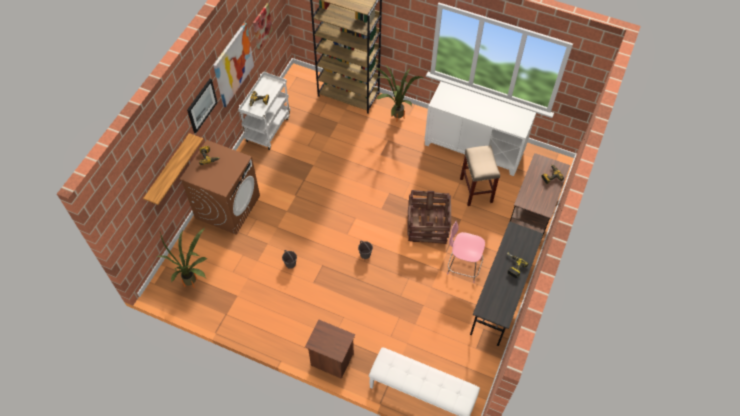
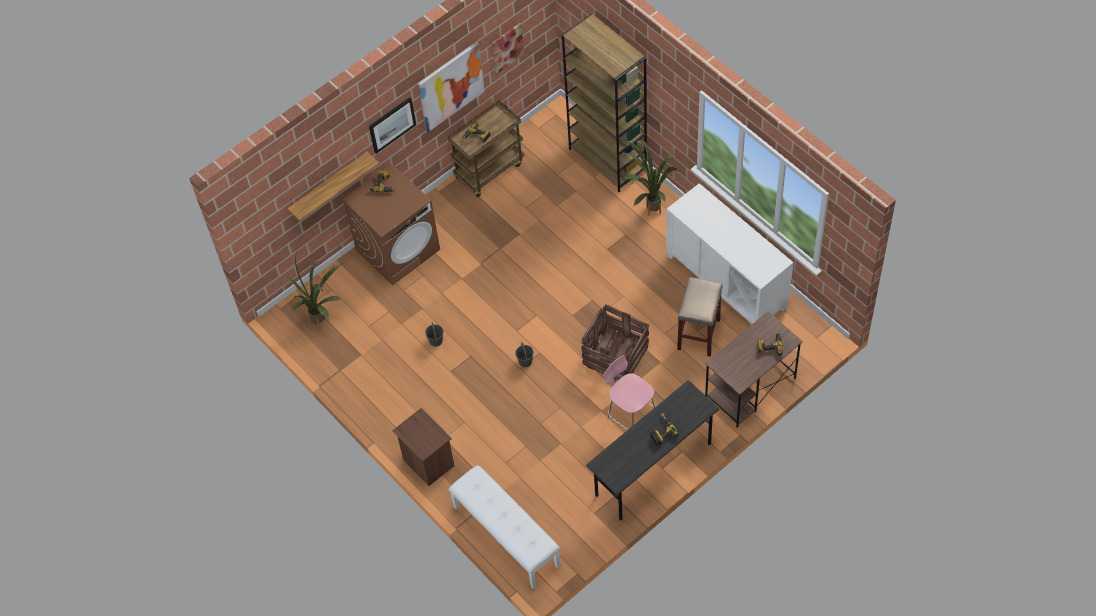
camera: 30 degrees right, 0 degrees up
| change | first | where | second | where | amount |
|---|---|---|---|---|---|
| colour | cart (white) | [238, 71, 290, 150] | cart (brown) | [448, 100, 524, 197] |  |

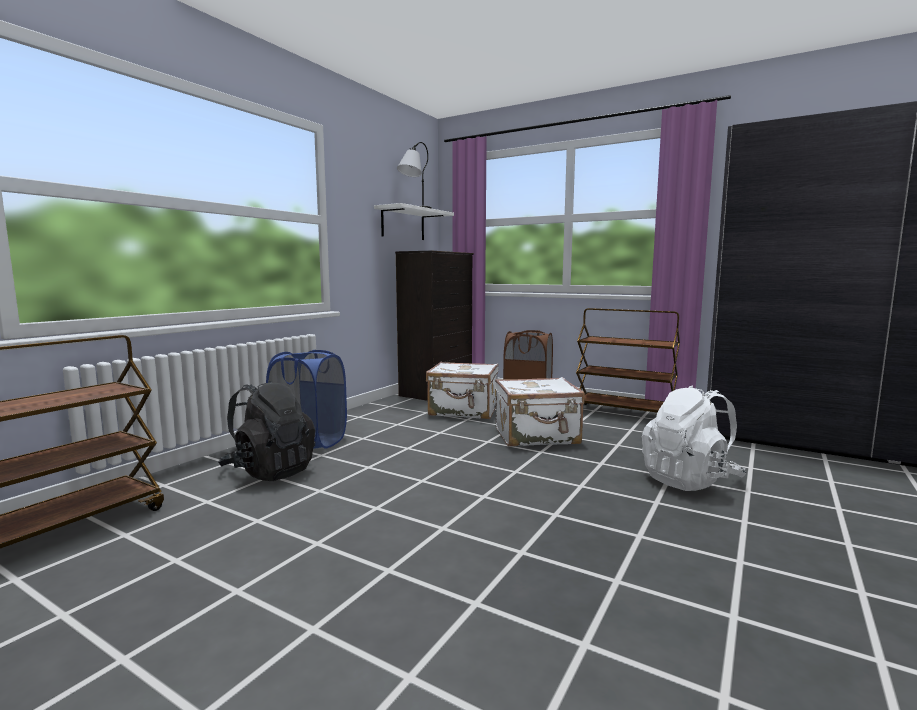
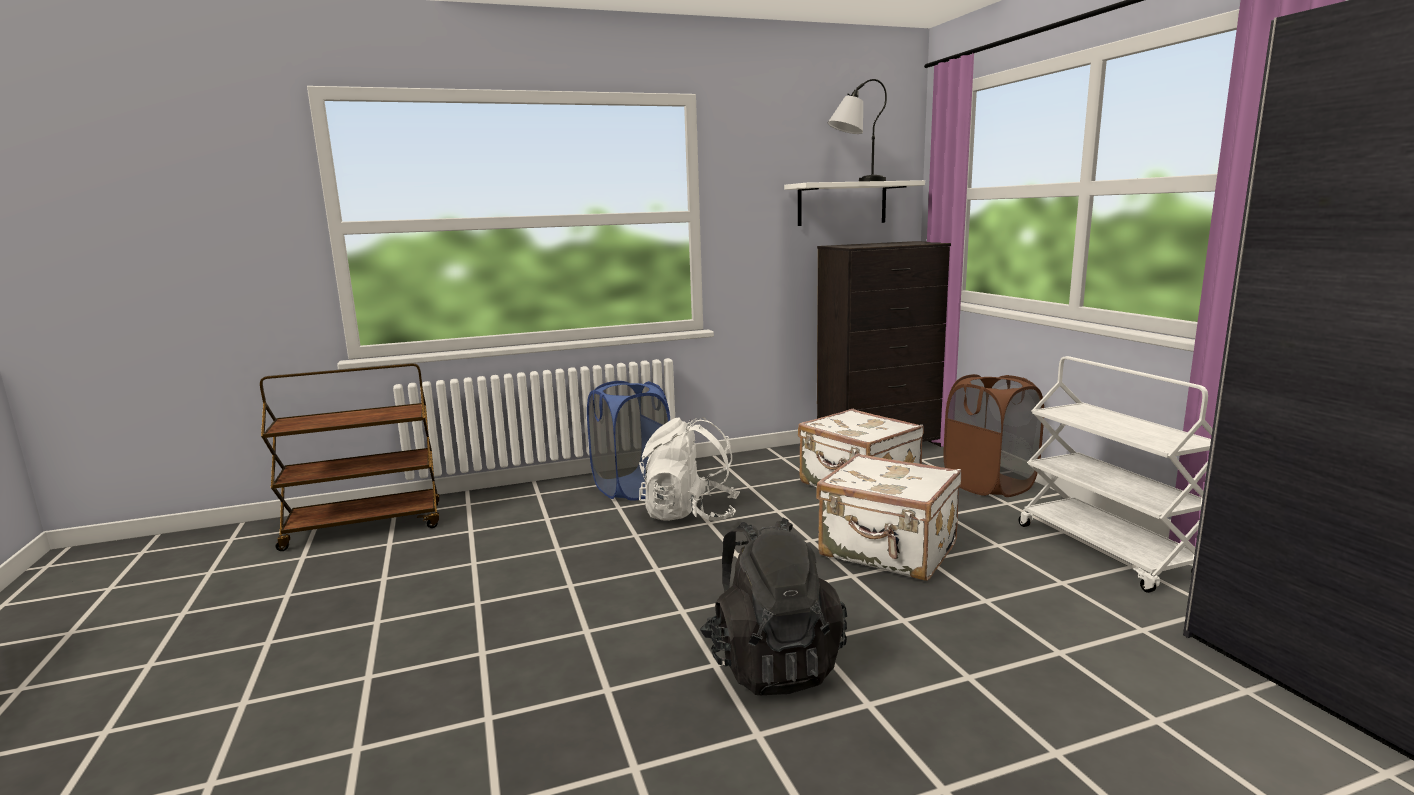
camera: 40 degrees right, 5 degrees up
| change | first | where | second | where | amount |
|---|---|---|---|---|---|
| relocated | backpack (white) | [642, 385, 746, 491] |  | [639, 417, 740, 521] |  |
| relocated | backpack (black) | [218, 380, 315, 481] |  | [700, 517, 847, 695] |  |
| colour | cart (brown) | [576, 308, 680, 415] | cart (white) | [1019, 356, 1213, 593] |  |

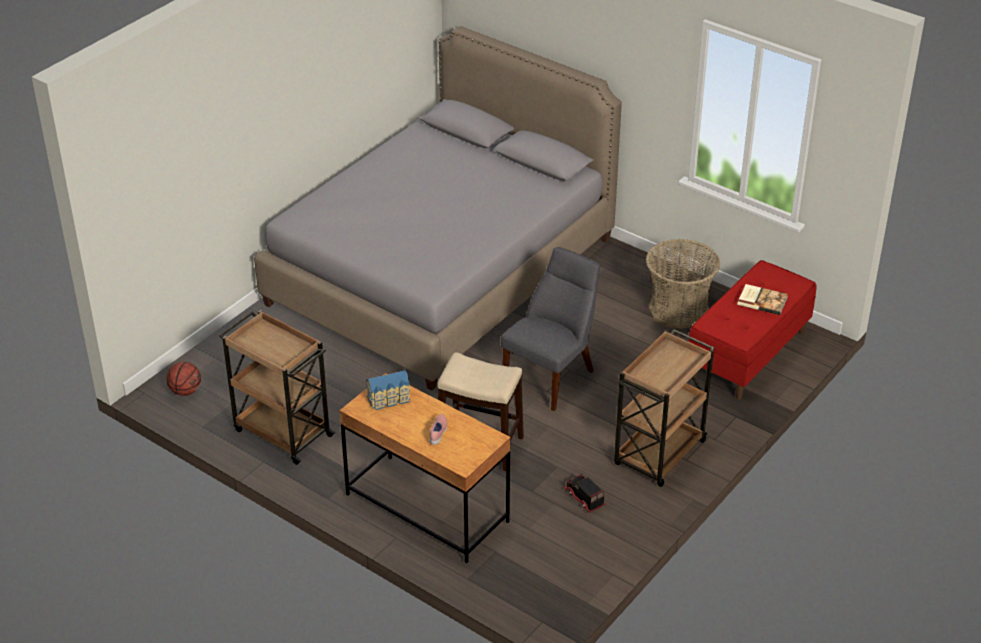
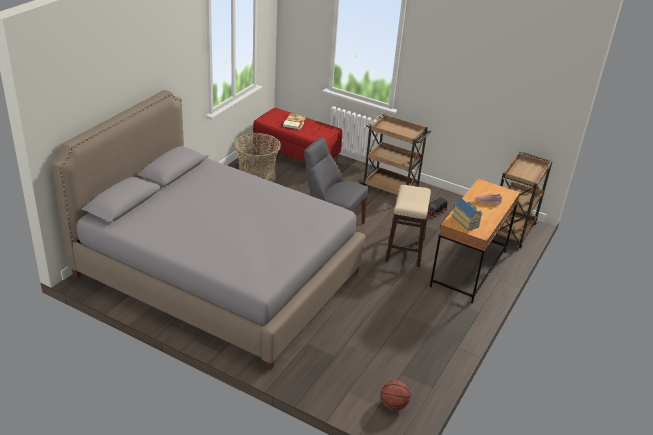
camera: 100 degrees left, 5 degrees down
| change | first | where | second | where | amount |
|---|---|---|---|---|---|
| relocated | cart (brown) | [219, 310, 335, 465] |  | [496, 152, 552, 248] |  |

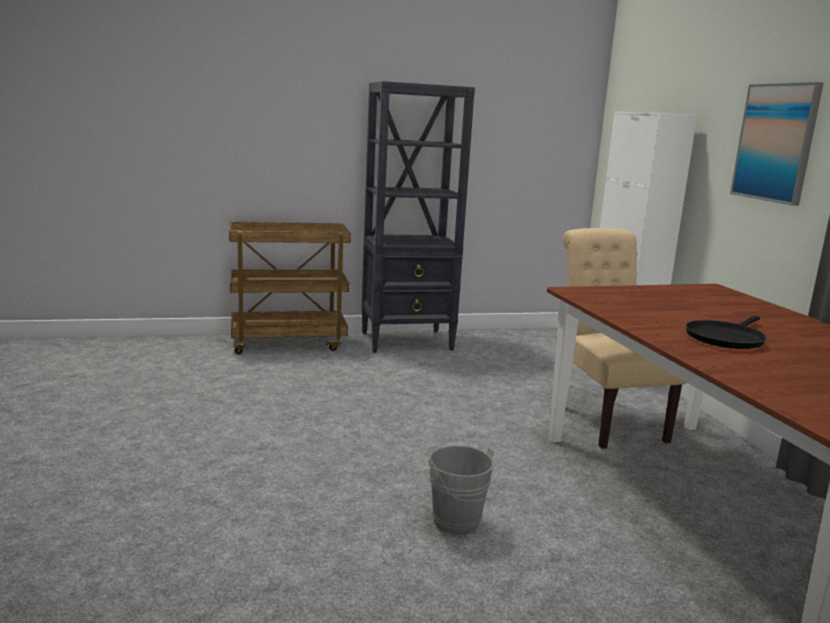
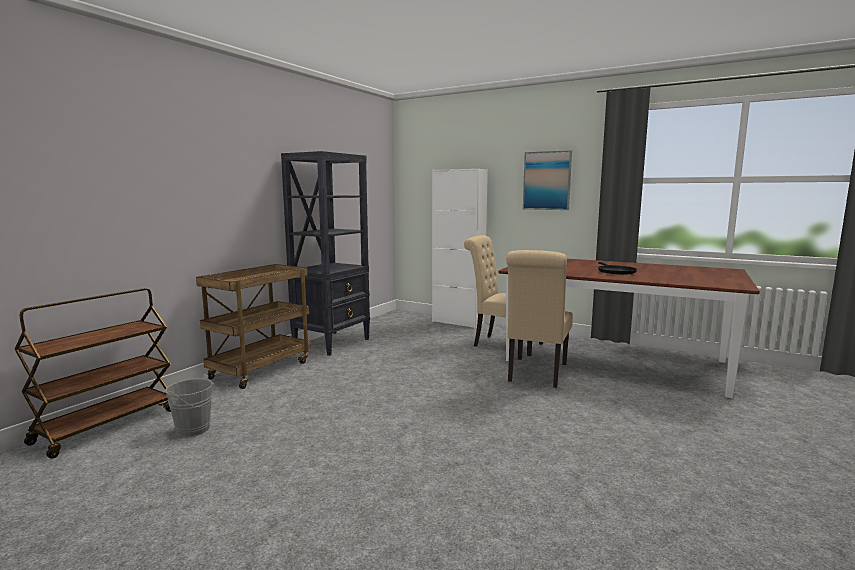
camera: 45 degrees left, 5 degrees down
| change | first | where | second | where | amount |
|---|---|---|---|---|---|
| appeared |  |  | cart (brown) | [15, 288, 171, 459] |  |
| relocated | bucket (grey) | [428, 445, 501, 536] |  | [165, 374, 221, 437] |  |
| appeared |  |  | chair (beige) | [506, 250, 573, 388] |  |

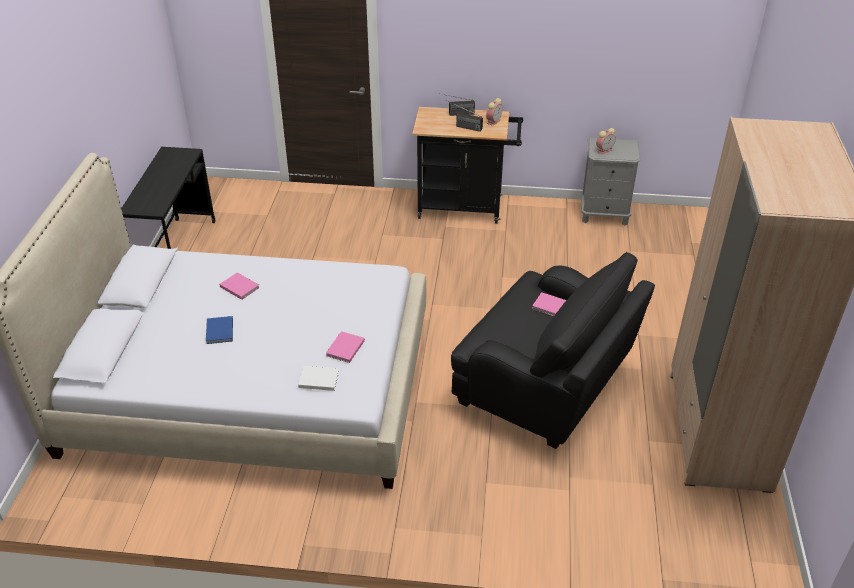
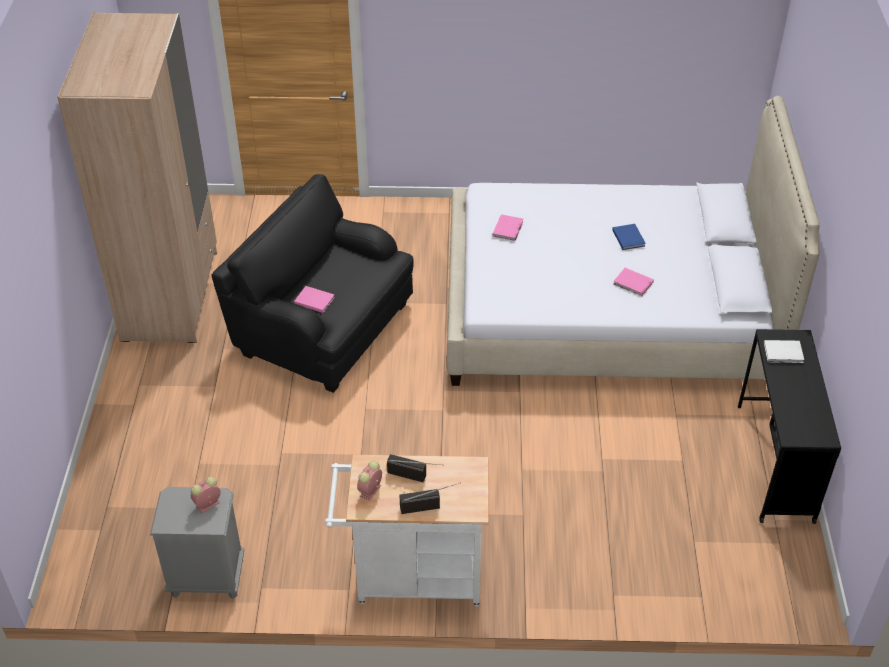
camera: 175 degrees right, 5 degrees up
| change | first | where | second | where | amount |
|---|---|---|---|---|---|
| colour | cart (black) | [412, 107, 523, 224] | cart (white) | [325, 455, 488, 607] |  |
| relocated | book (white) | [298, 366, 339, 391] |  | [764, 340, 804, 363] |  |

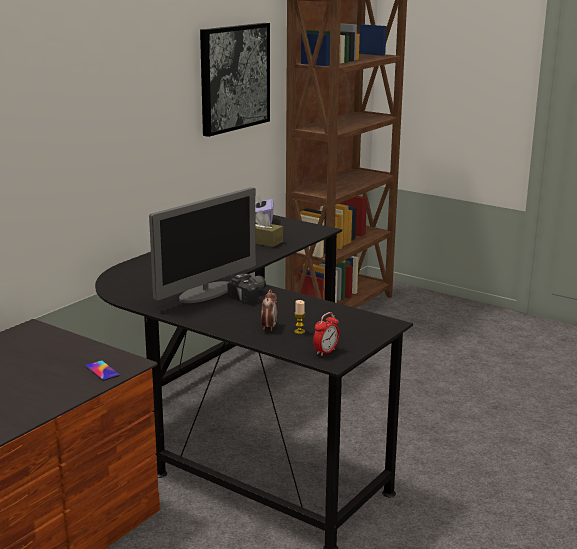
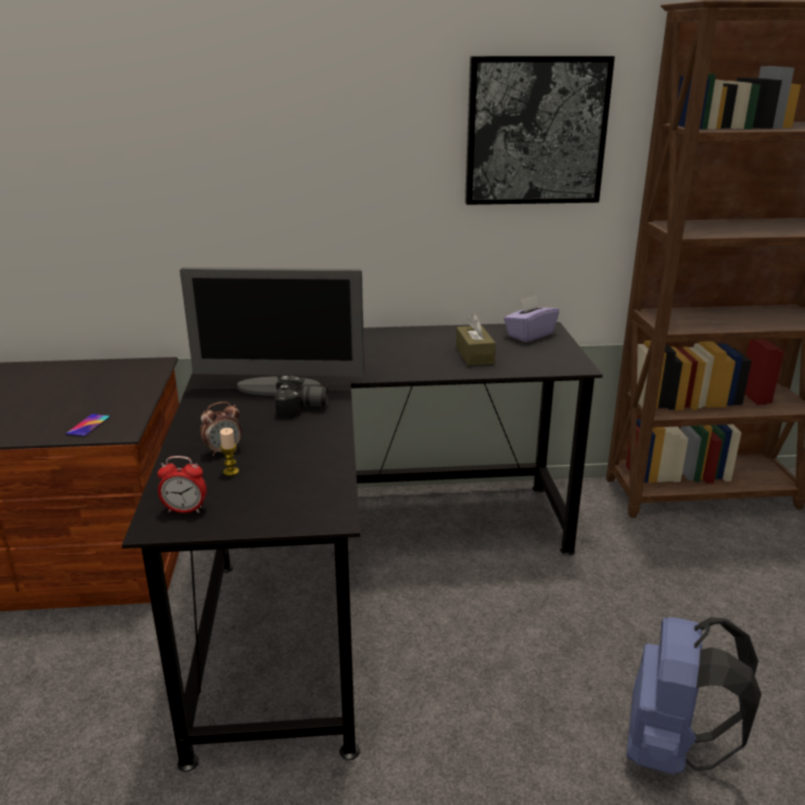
camera: 50 degrees right, 5 degrees up
| change | first | where | second | where | amount |
|---|---|---|---|---|---|
| appeared |  |  | backpack (blue) | [627, 617, 761, 775] |  |

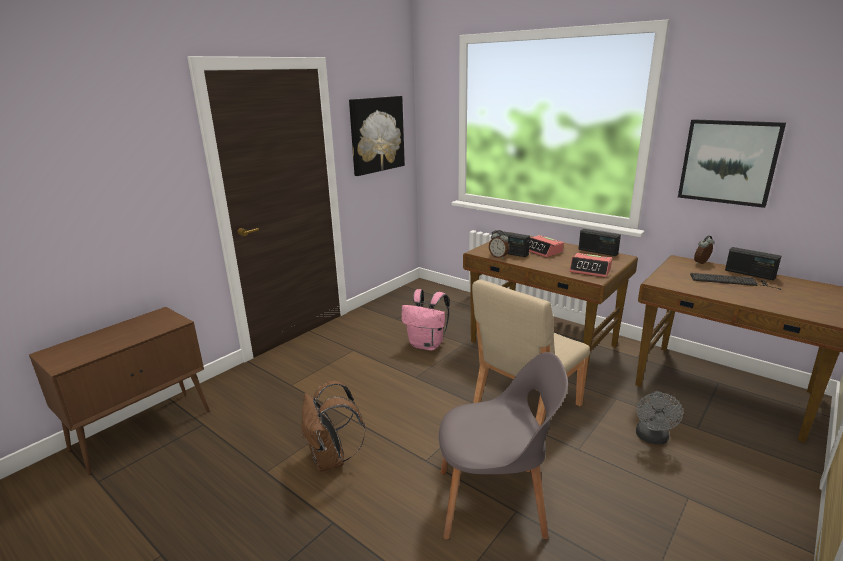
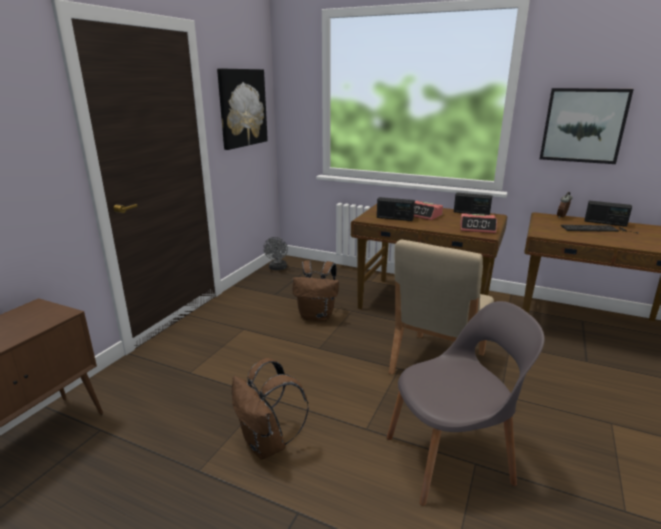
camera: 15 degrees left, 0 degrees up
| change | first | where | second | where | amount |
|---|---|---|---|---|---|
| relocated | fan (grey) | [636, 391, 683, 445] |  | [263, 237, 288, 270] |  |
| colour | backpack (pink) | [402, 289, 449, 351] | backpack (brown) | [293, 260, 339, 321] |  |
| missing | alarm clock | [489, 230, 509, 259] |  |  |  |

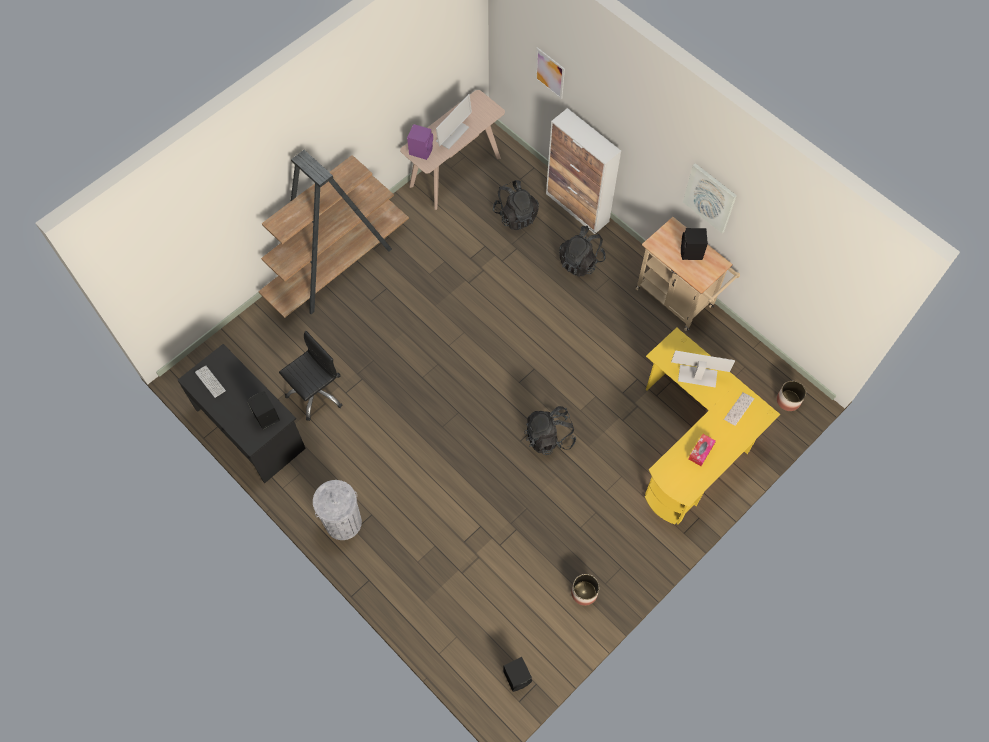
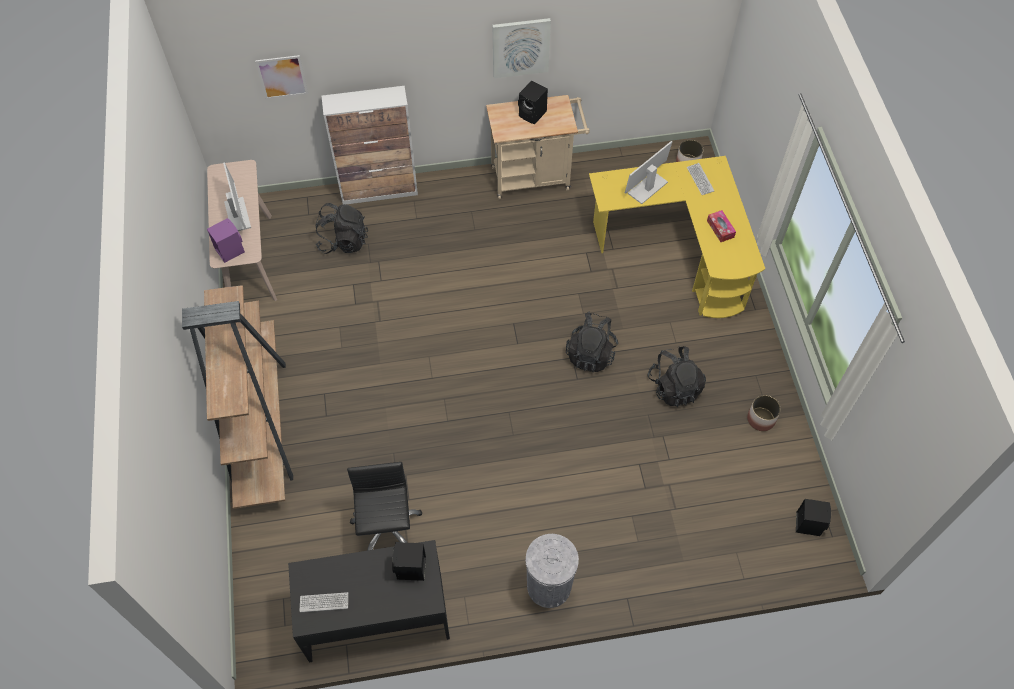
camera: 55 degrees left, 5 degrees down
| change | first | where | second | where | amount |
|---|---|---|---|---|---|
| relocated | backpack (black) | [559, 226, 606, 277] |  | [648, 346, 706, 407] |  |

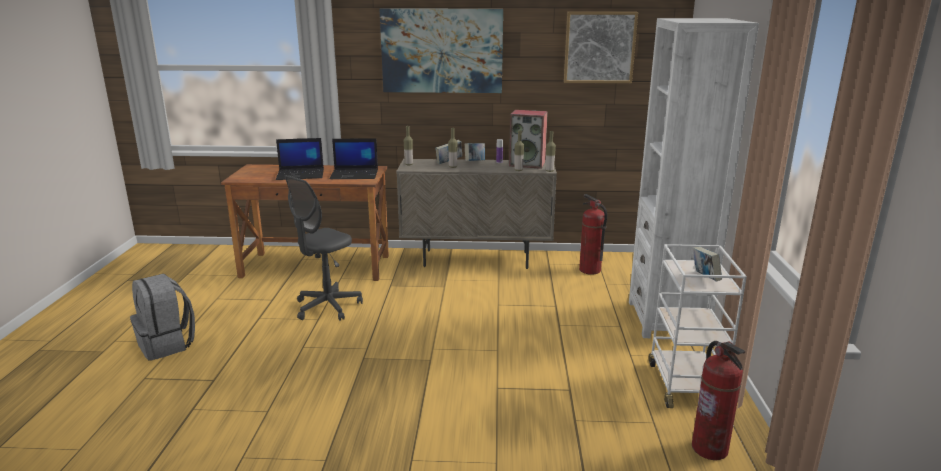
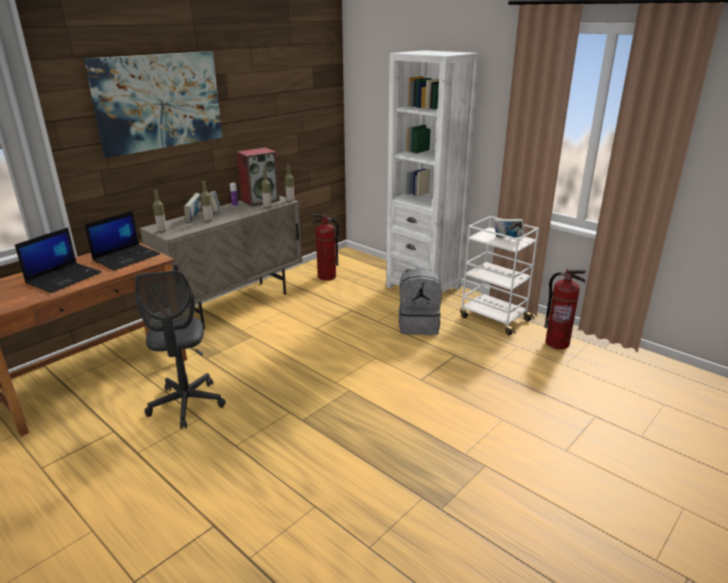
camera: 50 degrees left, 5 degrees up
| change | first | where | second | where | amount |
|---|---|---|---|---|---|
| relocated | backpack (grey) | [130, 273, 195, 360] |  | [398, 269, 442, 335] |  |
| missing | picture | [564, 12, 638, 83] |  |  |  |

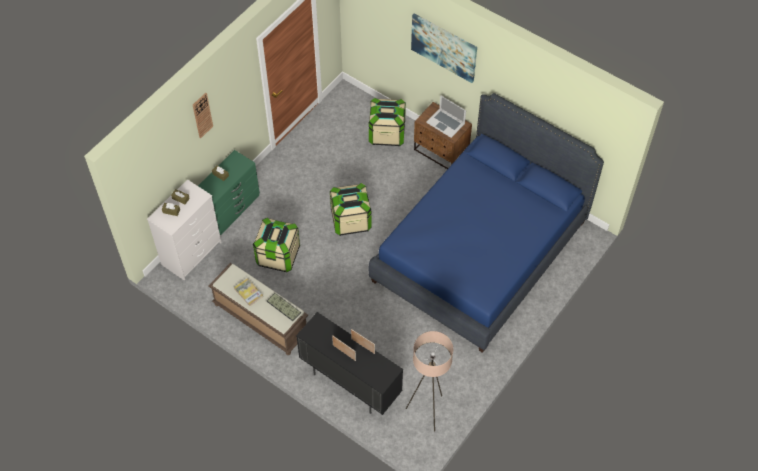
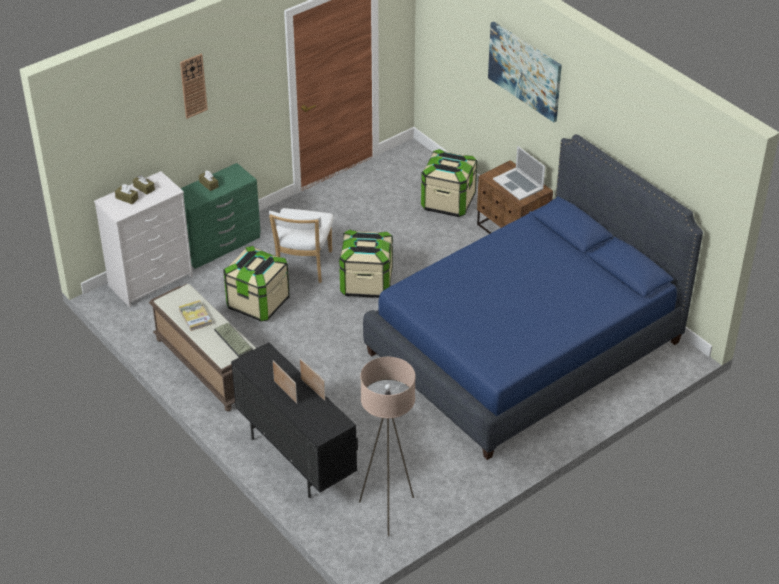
camera: 15 degrees right, 15 degrees down
| change | first | where | second | where | amount |
|---|---|---|---|---|---|
| appeared |  |  | chair (white) | [269, 208, 333, 283] |  |

